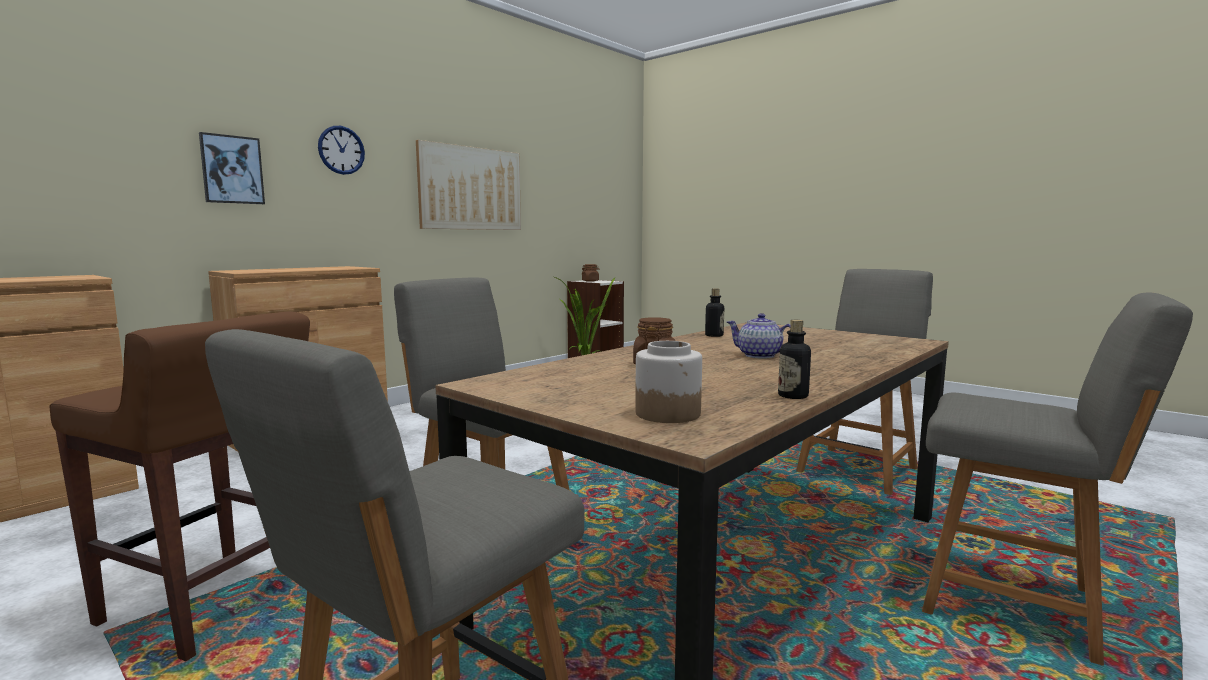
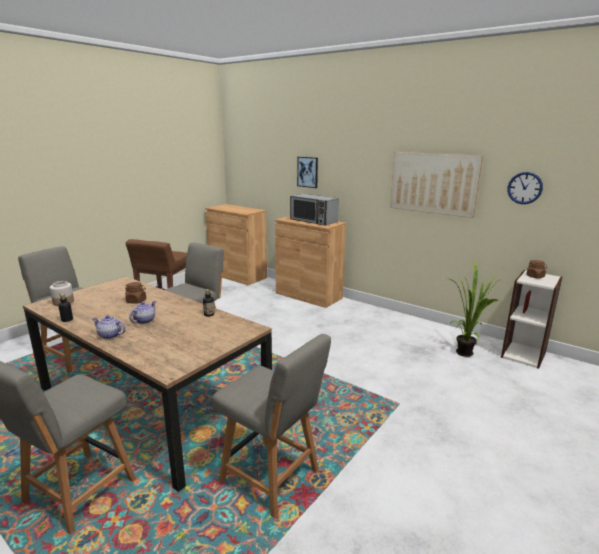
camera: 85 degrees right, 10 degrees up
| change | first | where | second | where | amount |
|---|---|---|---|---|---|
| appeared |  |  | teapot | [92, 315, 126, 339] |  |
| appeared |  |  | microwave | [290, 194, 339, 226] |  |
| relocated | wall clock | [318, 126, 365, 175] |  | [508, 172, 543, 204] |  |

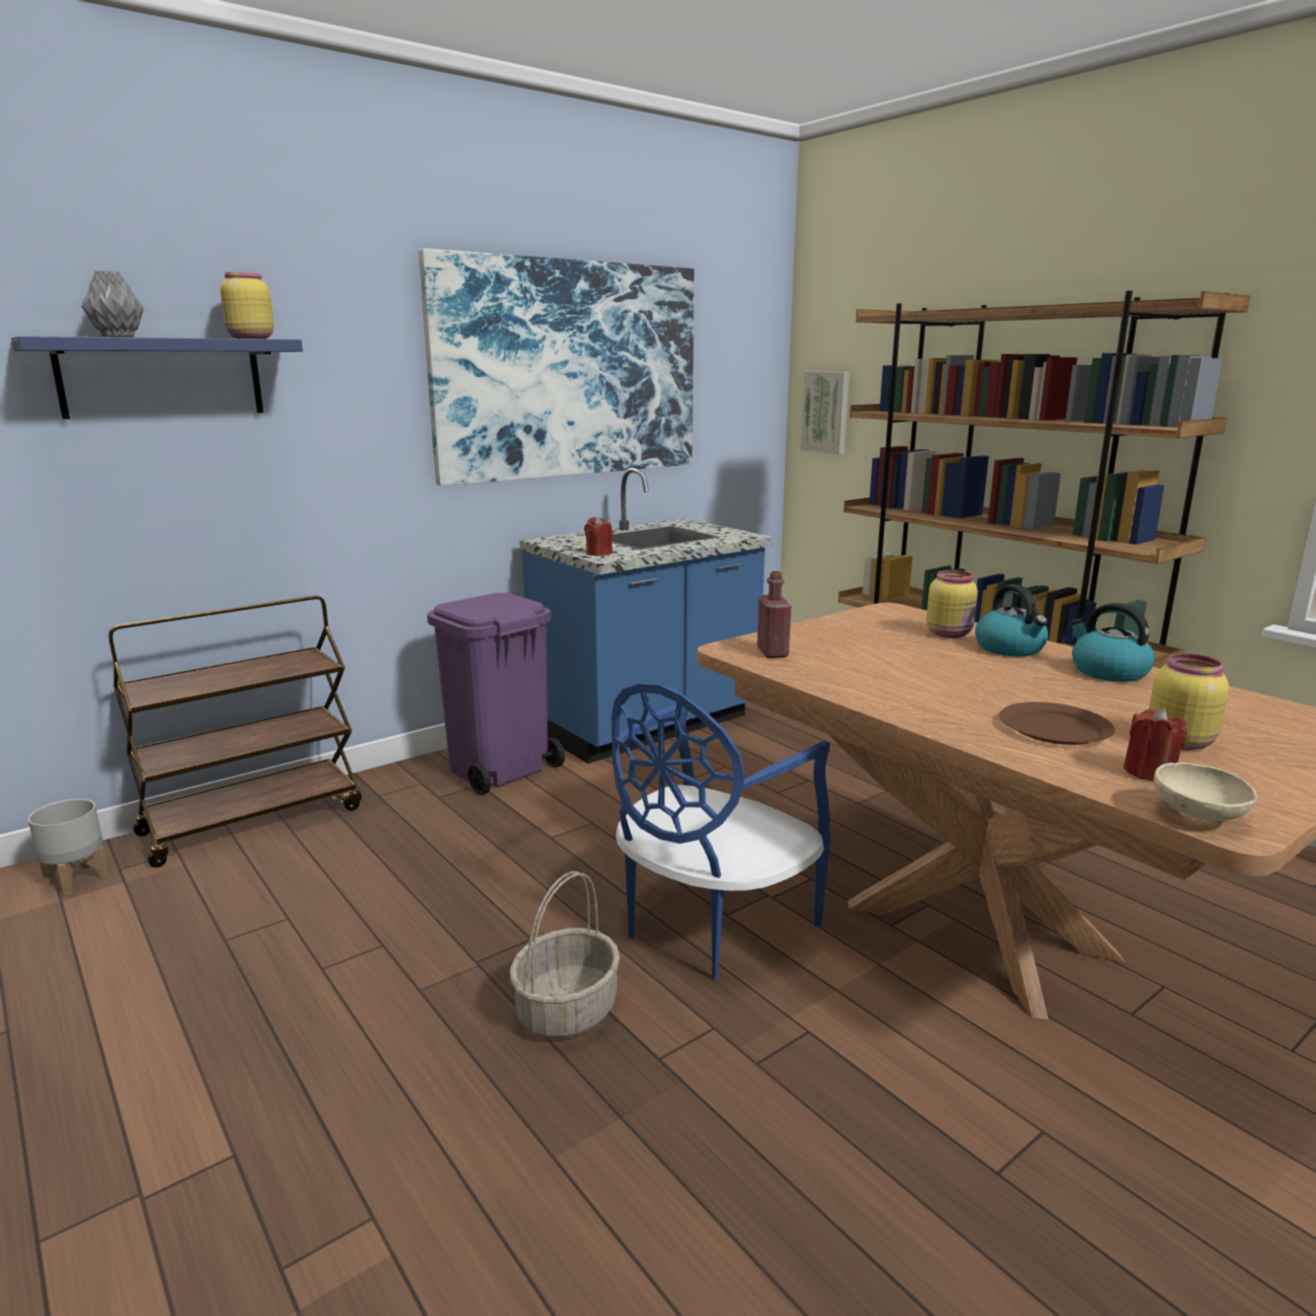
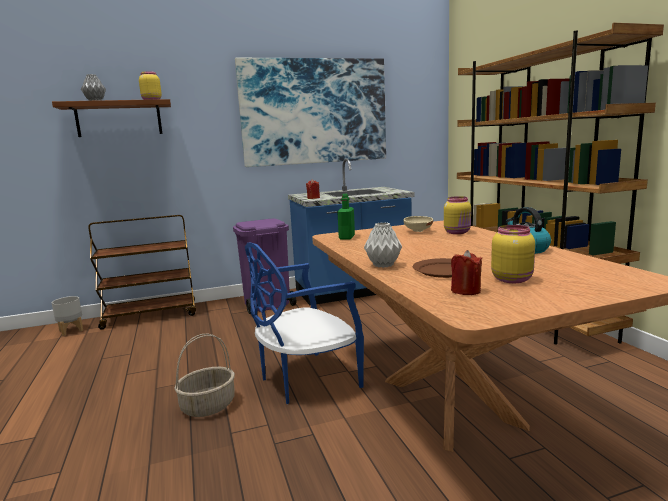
camera: 20 degrees right, 5 degrees down
| change | first | where | second | where | amount |
|---|---|---|---|---|---|
| colour | shelf (blue) | [11, 336, 303, 419] | shelf (brown) | [52, 99, 171, 137] |  |
| colour | bottle (red) | [757, 571, 791, 658] | bottle (green) | [337, 194, 355, 240] |  |
| appeared |  |  | vase (grey) | [364, 222, 402, 268] |  |
| relocated | bowl (beige) | [1154, 763, 1257, 821] |  | [403, 216, 433, 232] |  |
| missing | picture | [801, 371, 850, 454] |  |  |  |
| missing | kettle | [975, 584, 1048, 656] |  |  |  |

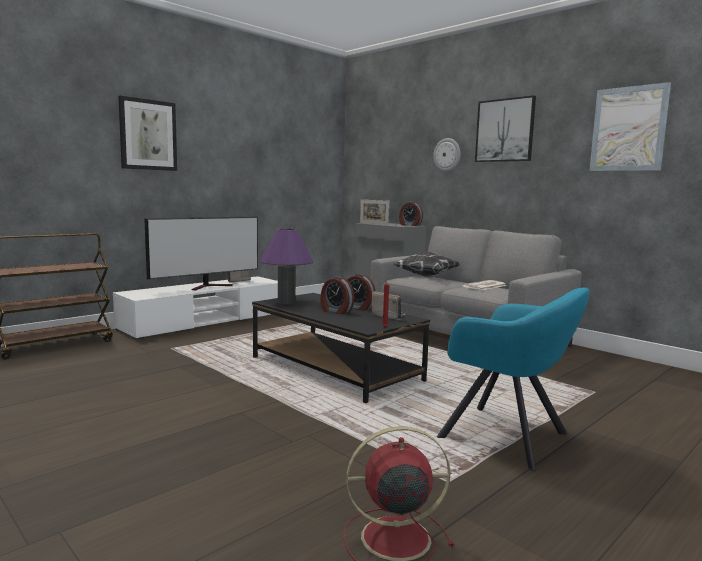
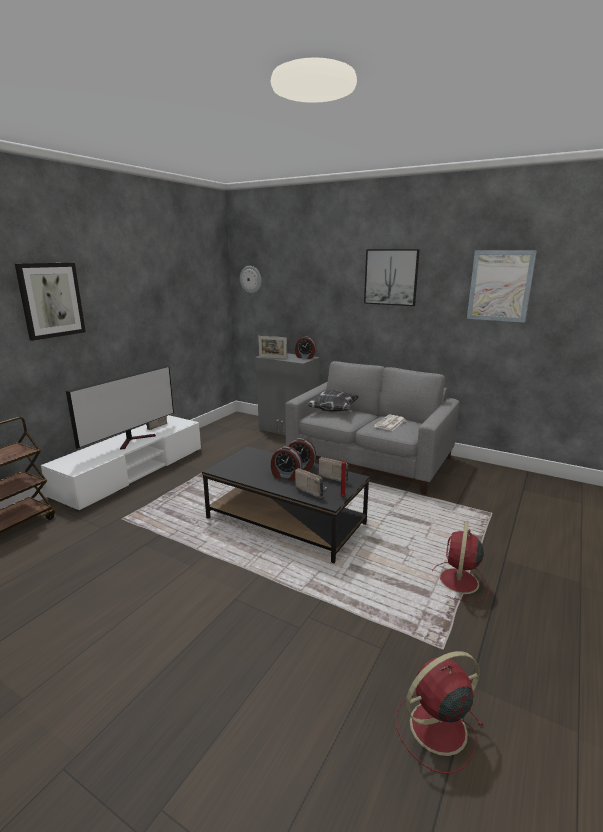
camera: 15 degrees left, 10 degrees up
| change | first | where | second | where | amount |
|---|---|---|---|---|---|
| relocated | wall clock | [433, 138, 460, 171] |  | [240, 266, 261, 293] |  |
| appeared |  |  | radio | [295, 468, 327, 498] |  |
| exchanged | armchair (turquoise) | [437, 288, 590, 471] | fan (red) | [432, 521, 489, 602] |  |
| missing | table lamp (purple) | [260, 229, 313, 304] |  |  |  |

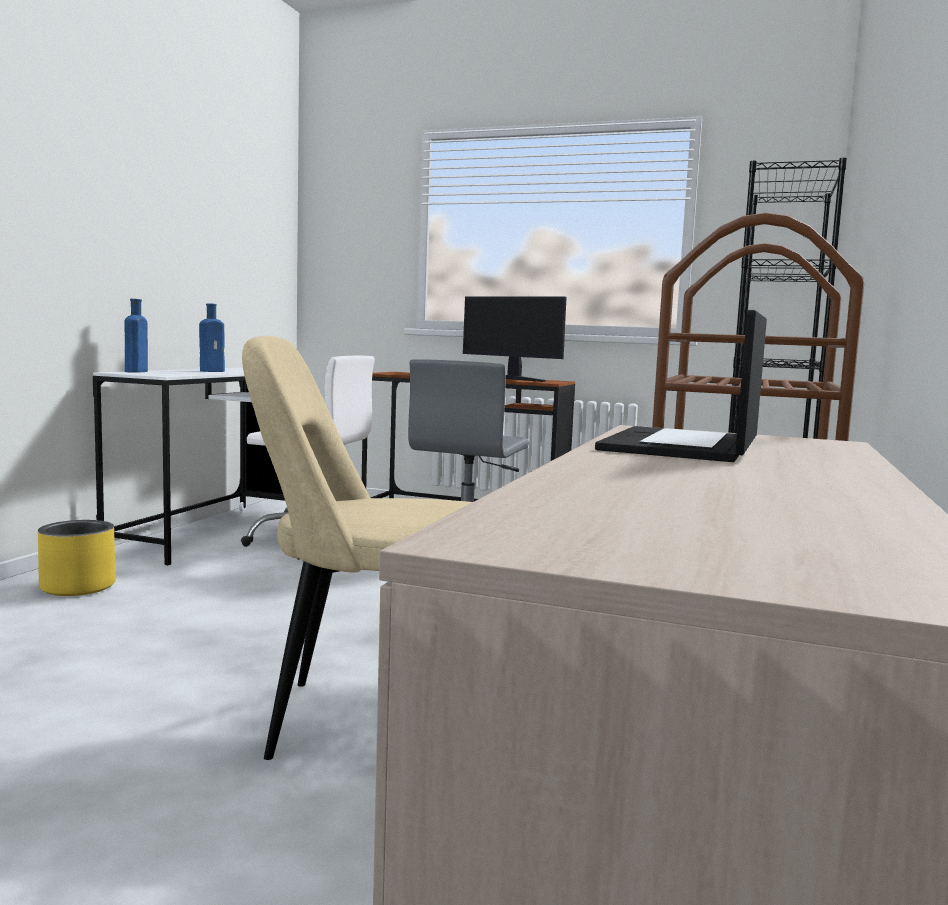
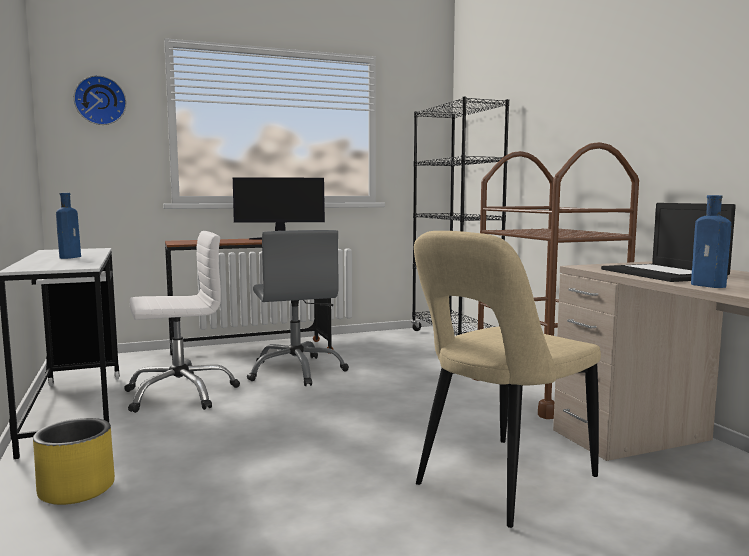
camera: 40 degrees left, 0 degrees up
| change | first | where | second | where | amount |
|---|---|---|---|---|---|
| appeared |  |  | wall clock | [74, 75, 126, 125] |  |
| relocated | bottle (blue) | [125, 299, 148, 373] |  | [691, 195, 731, 288] |  |

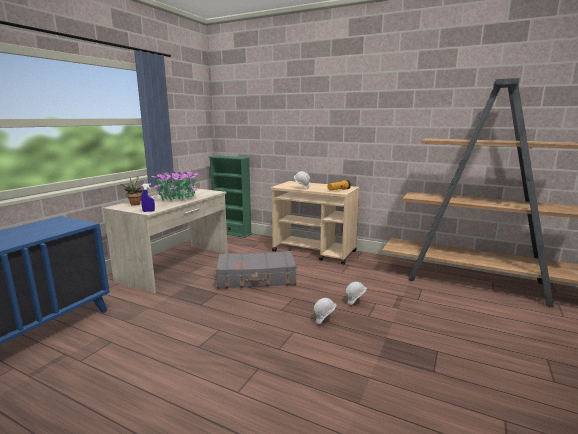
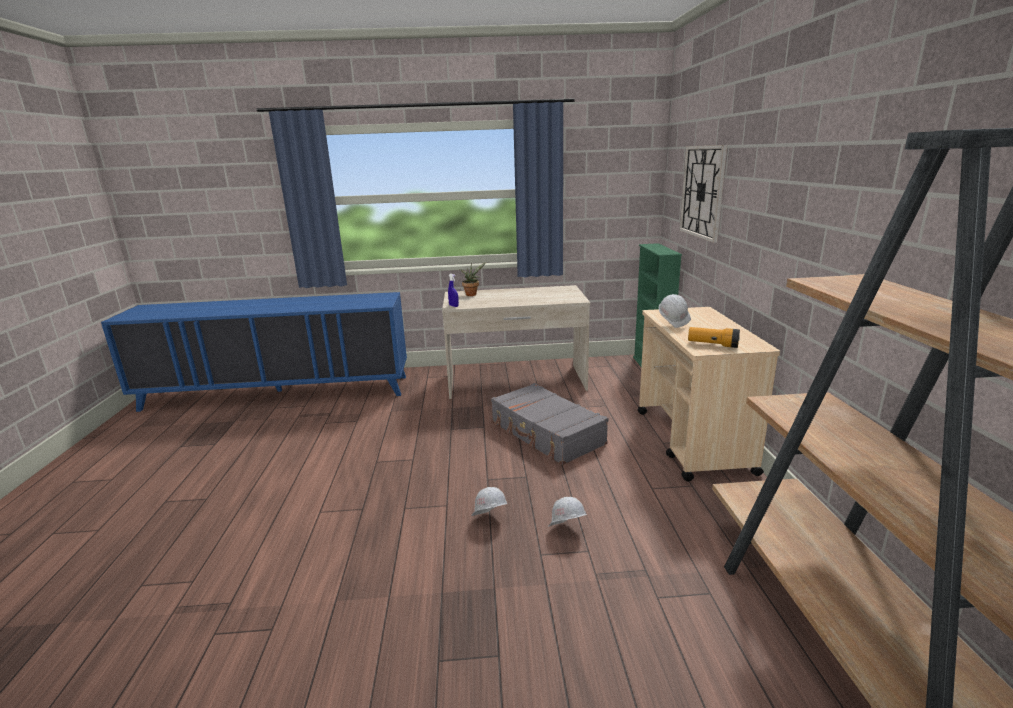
camera: 60 degrees right, 5 degrees up
| change | first | where | second | where | amount |
|---|---|---|---|---|---|
| appeared |  |  | wall clock | [680, 145, 727, 243] |  |
| missing | potted plant | [152, 168, 199, 201] |  |  |  |

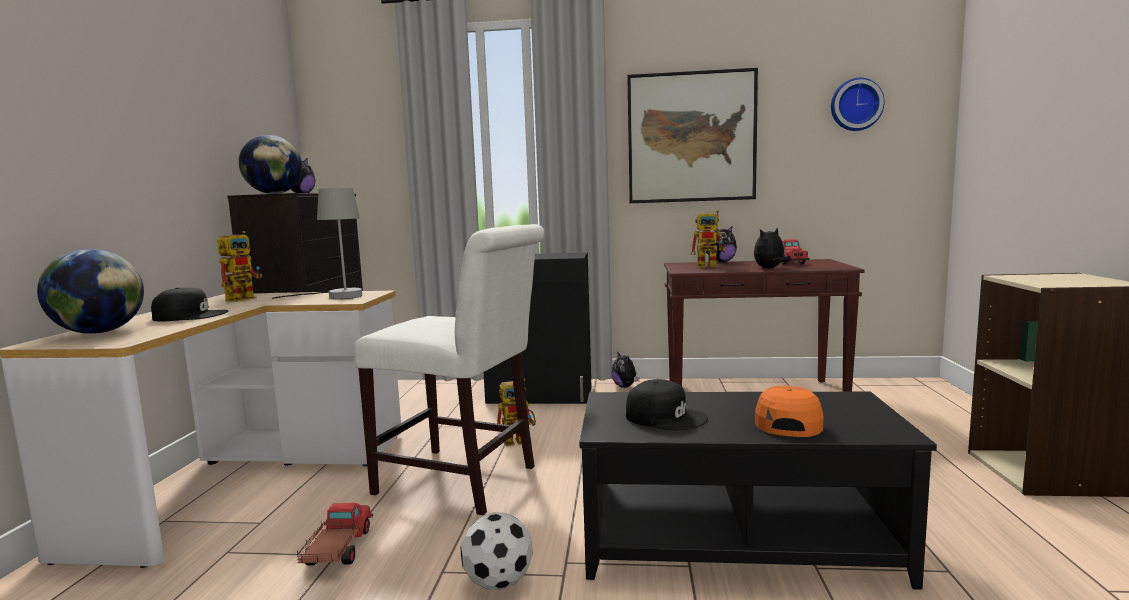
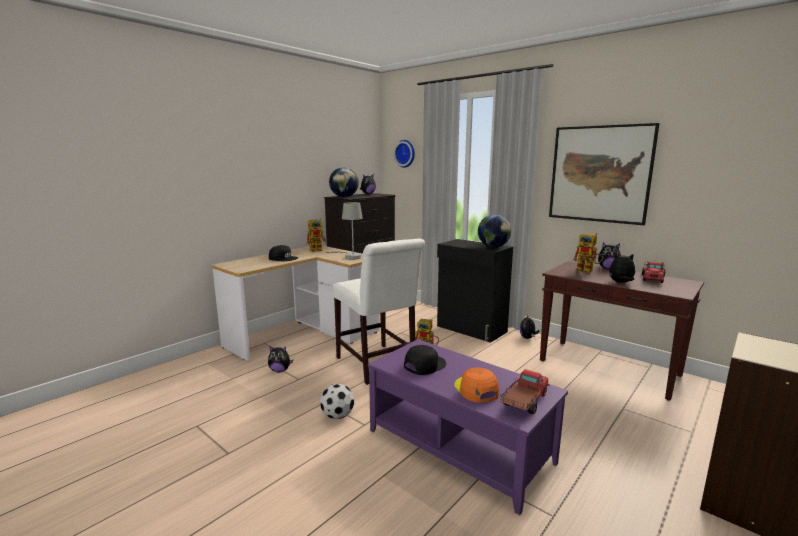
camera: 35 degrees right, 5 degrees up
| change | first | where | second | where | amount |
|---|---|---|---|---|---|
| appeared |  |  | plush toy | [268, 347, 293, 373] |  |
| colour | coffee table (black) | [579, 392, 937, 590] | coffee table (purple) | [368, 339, 568, 515] |  |
| relocated | wall clock | [831, 78, 885, 131] |  | [394, 140, 415, 168] |  |
| spun | cap (black) | [626, 379, 708, 430] |  | [404, 345, 446, 375] | 105 degrees counterclockwise |
| spun | cap (orange) | [755, 386, 824, 437] |  | [454, 367, 499, 403] | 75 degrees counterclockwise |
| relocated | globe | [37, 249, 144, 334] |  | [478, 214, 511, 247] |  |
| relocated | toy truck | [297, 503, 373, 565] |  | [500, 369, 550, 414] |  |

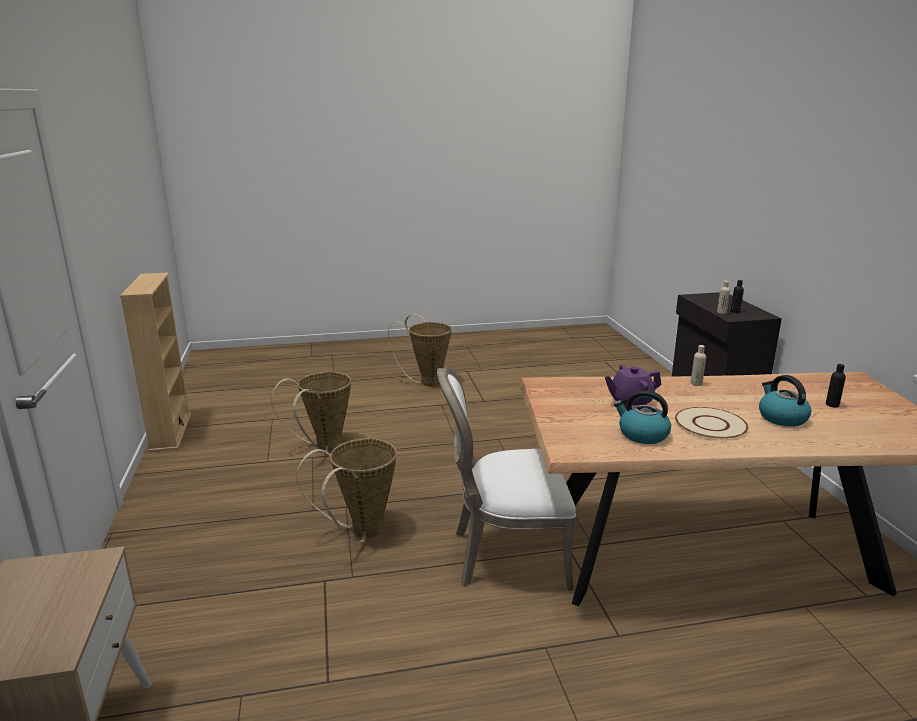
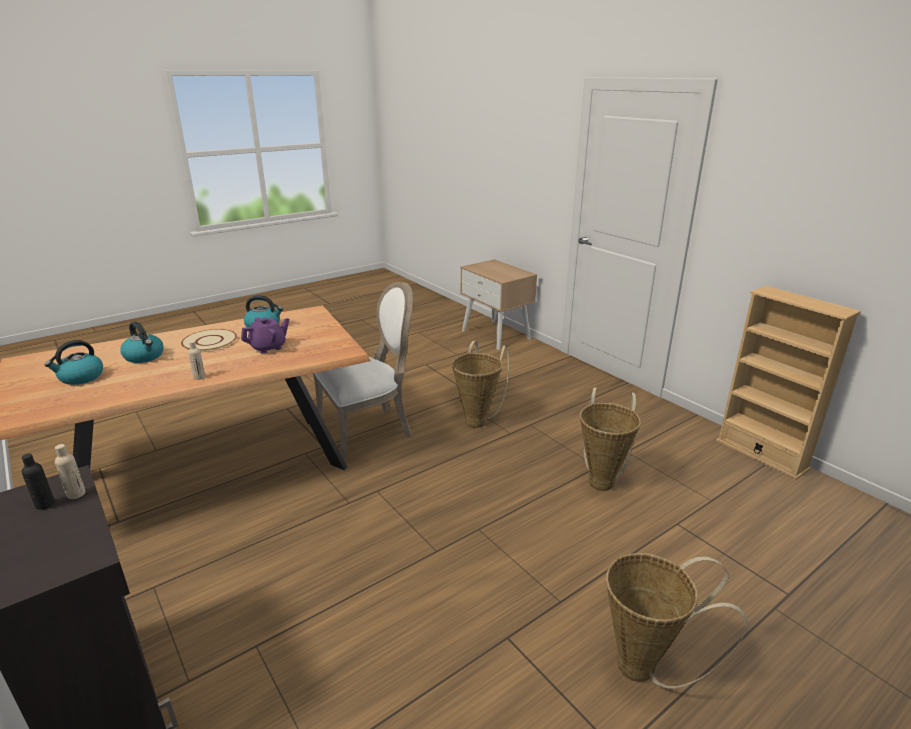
camera: 155 degrees right, 5 degrees up
| change | first | where | second | where | amount |
|---|---|---|---|---|---|
| exchanged | bottle (black) | [826, 364, 846, 407] | kettle | [45, 340, 103, 385] |  |

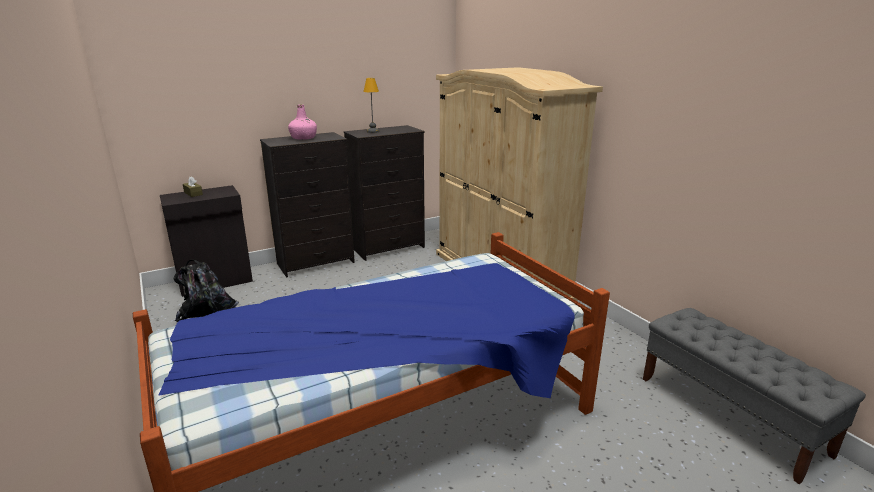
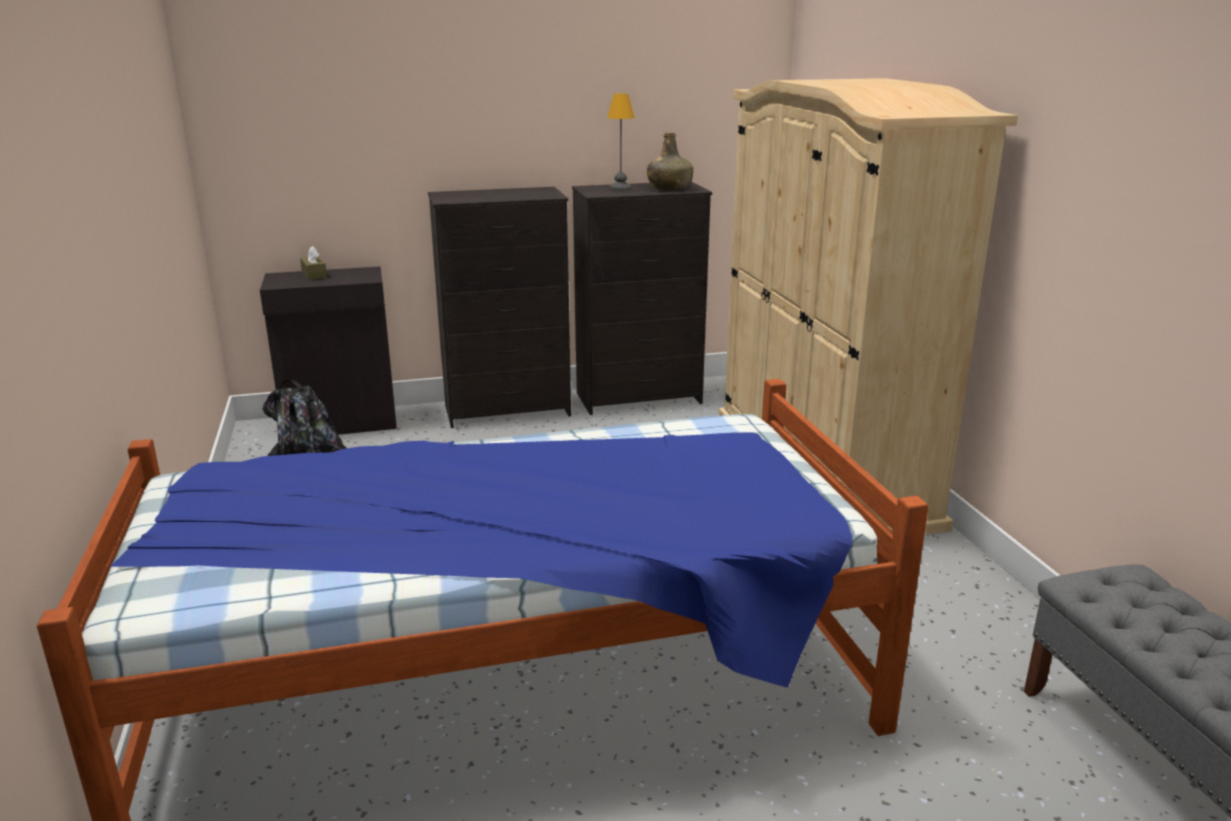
camera: 15 degrees right, 0 degrees up
| change | first | where | second | where | amount |
|---|---|---|---|---|---|
| appeared |  |  | bottle (green) | [647, 133, 693, 191] |  |
| missing | bottle (pink) | [288, 104, 317, 140] |  |  |  |

